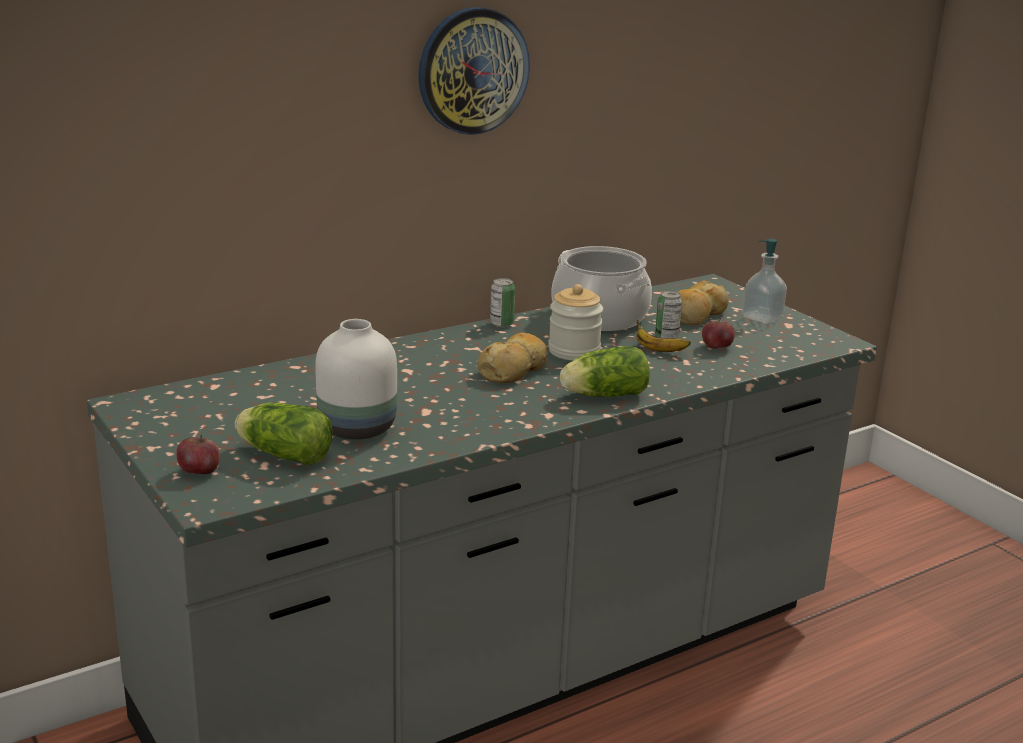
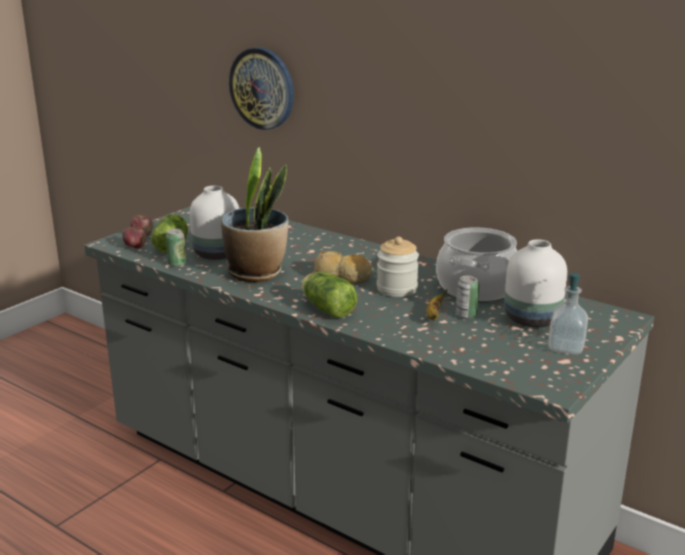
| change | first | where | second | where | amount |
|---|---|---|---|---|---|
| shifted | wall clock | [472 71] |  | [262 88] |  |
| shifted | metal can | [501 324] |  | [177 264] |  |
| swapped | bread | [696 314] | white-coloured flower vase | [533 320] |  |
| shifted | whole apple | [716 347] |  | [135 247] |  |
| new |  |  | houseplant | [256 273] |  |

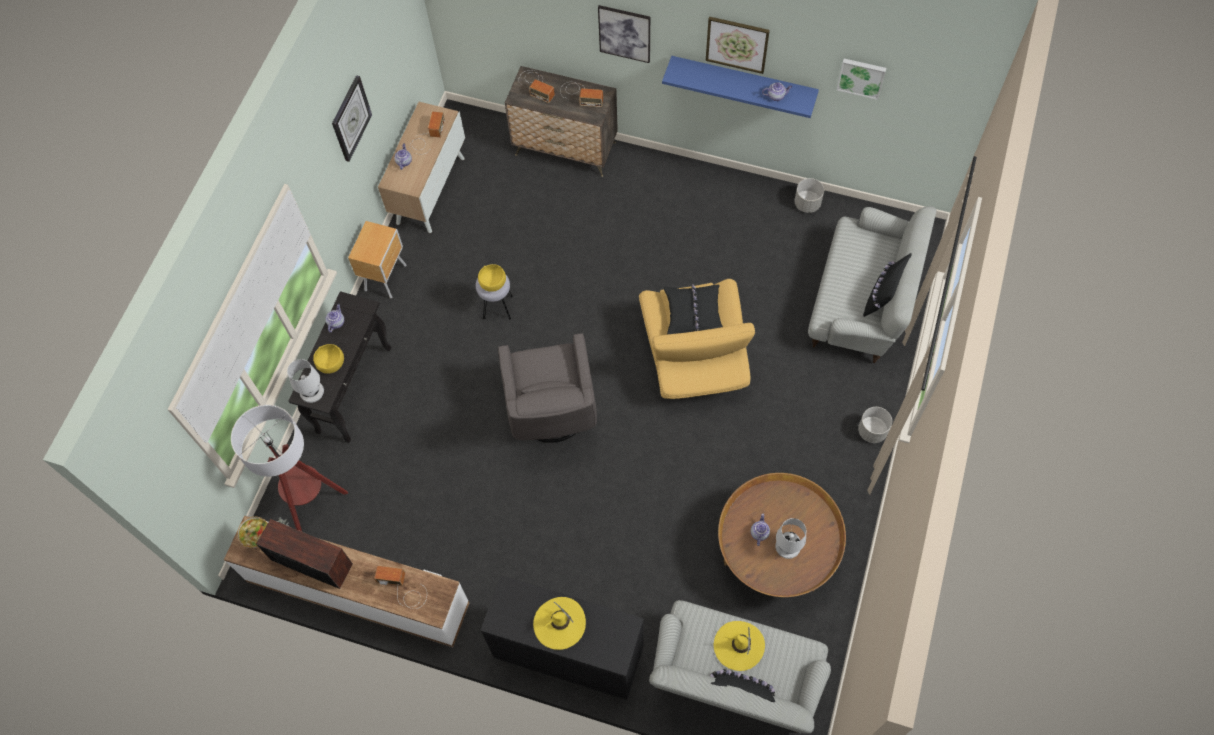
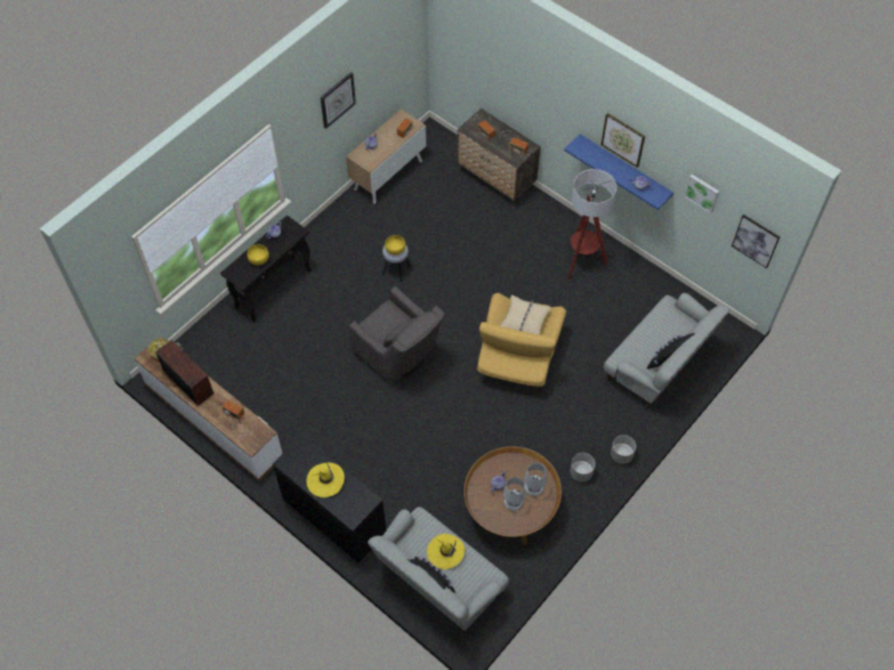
| change | first | where | second | where | amount |
|---|---|---|---|---|---|
| shifted | standard lamp | [312 502] |  | [581 262] |  |
| shifted | white-coloured table lamp | [312 391] |  | [534 487] |  |
| gone | brownish bedside table | [386 277] |  |  |  |
| rotated | grey easy chair | [552 413] |  | [399 355] | 60 degrees counterclockwise |
| shifted | picture | [624 33] |  | [755 241] |  |
| repainted | black-coloured cushion | [693 314] | beige cushion | [524 321] |  |
| shifted | grey flower pot | [807 203] |  | [581 472] |  |

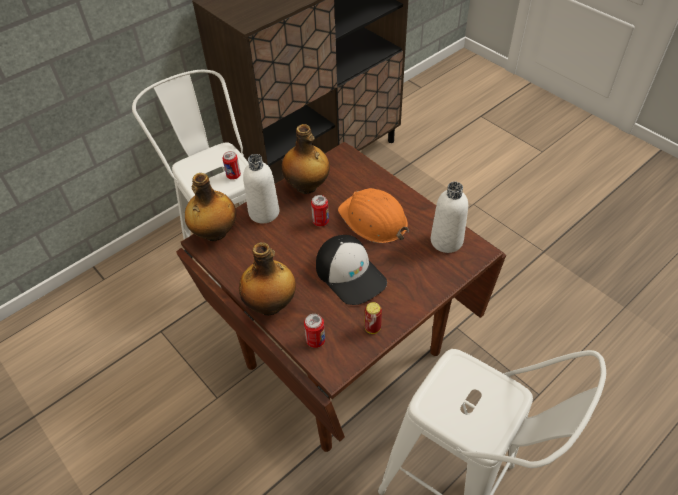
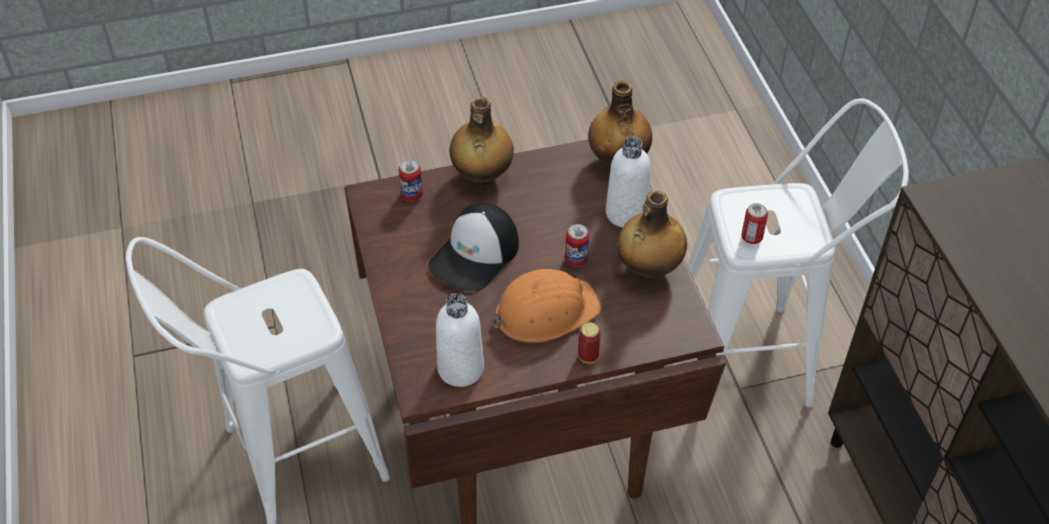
| change | first | where | second | where | amount |
|---|---|---|---|---|---|
| rotated | baseball cap | [350 274] |  | [475 255] | 45 degrees counterclockwise |
| shifted | metal can | [372 328] |  | [588 356] |  |

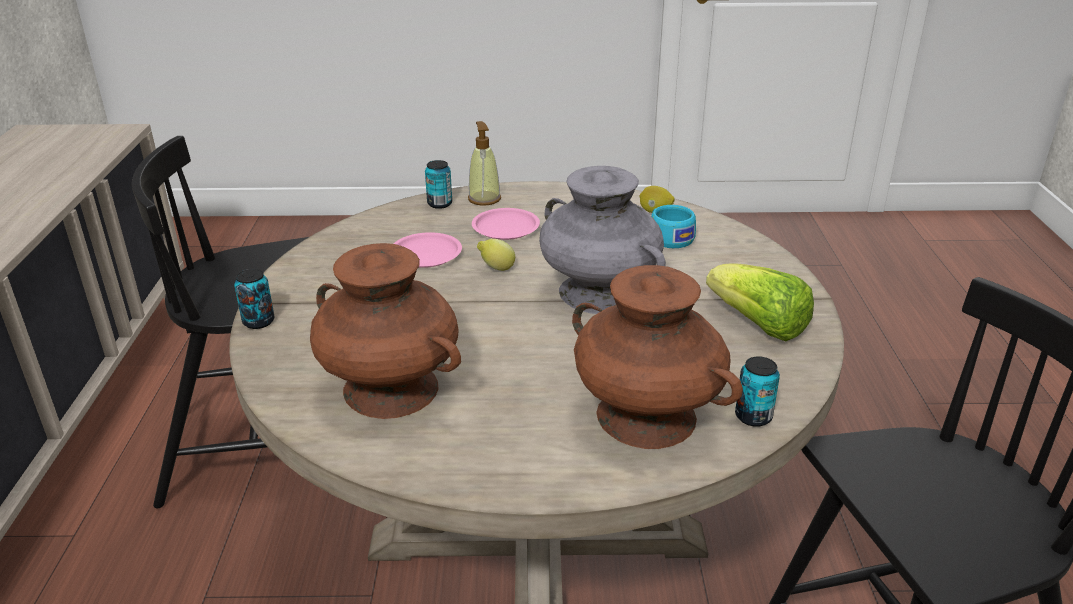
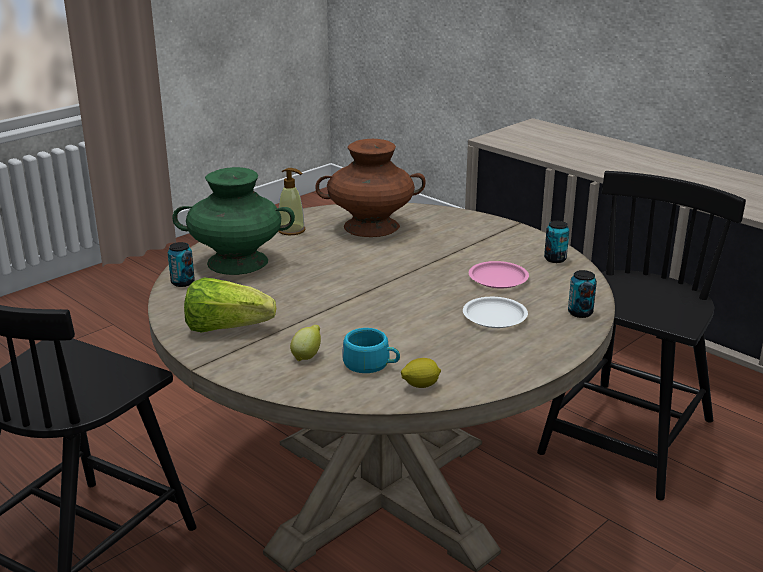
| change | first | where | second | where | amount |
|---|---|---|---|---|---|
| shifted | metal can | [258 321] |  | [555 259] |  |
| shifted | soap bottle | [484 199] |  | [291 230] |  |
| repainted | pink-coloured flat dish | [505 228] | white-coloured flat dish | [495 316] |  |
| shifted | lemon | [496 269] |  | [307 356] |  |
| gone | grey flower vase | [599 293] |  |  |  |
| repainted | brownish flower vase | [647 417] | green-coloured flower vase | [237 262] |  |

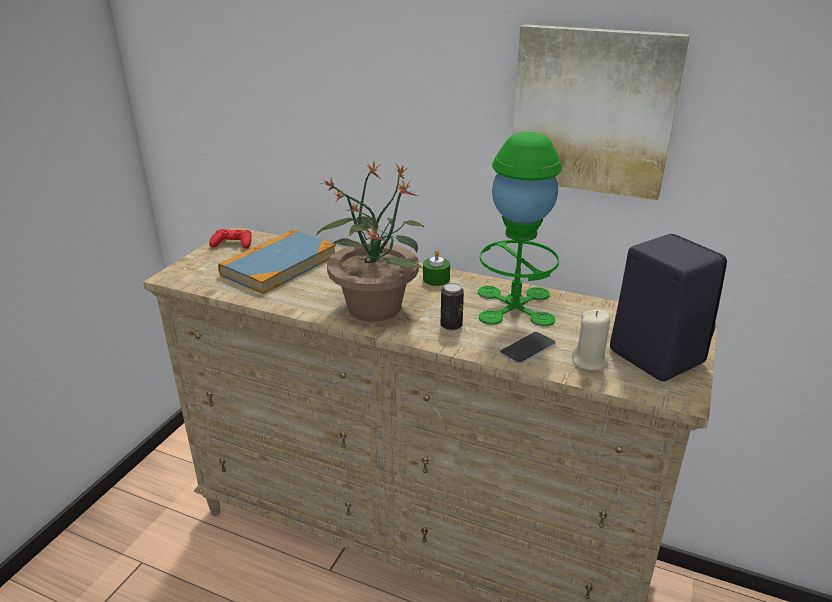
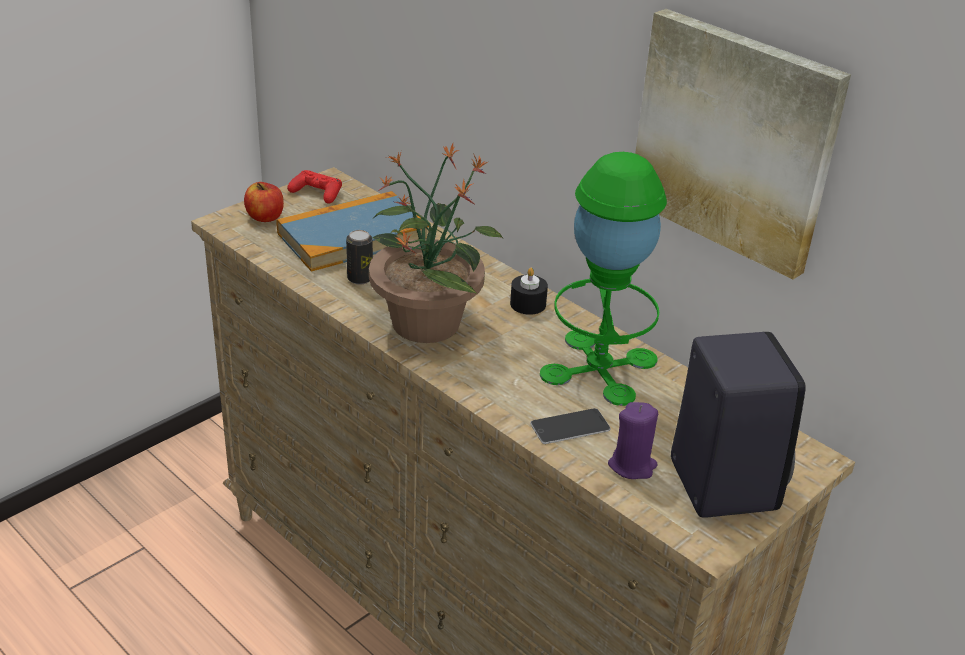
| change | first | where | second | where | amount |
|---|---|---|---|---|---|
| repainted | green-coloured wax light | [436 279] | black-coloured wax light | [528 304] |  |
| shifted | metal can | [451 325] |  | [360 278] |  |
| repainted | beige wax light | [589 361] | purplish wax light | [632 466] |  |
| new |  |  | whole apple | [265 217] |  |

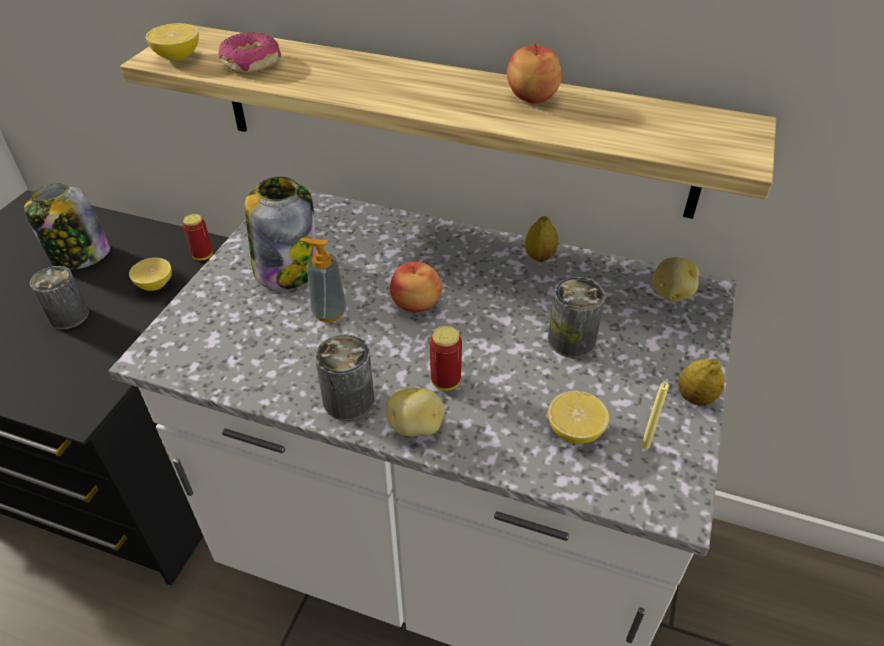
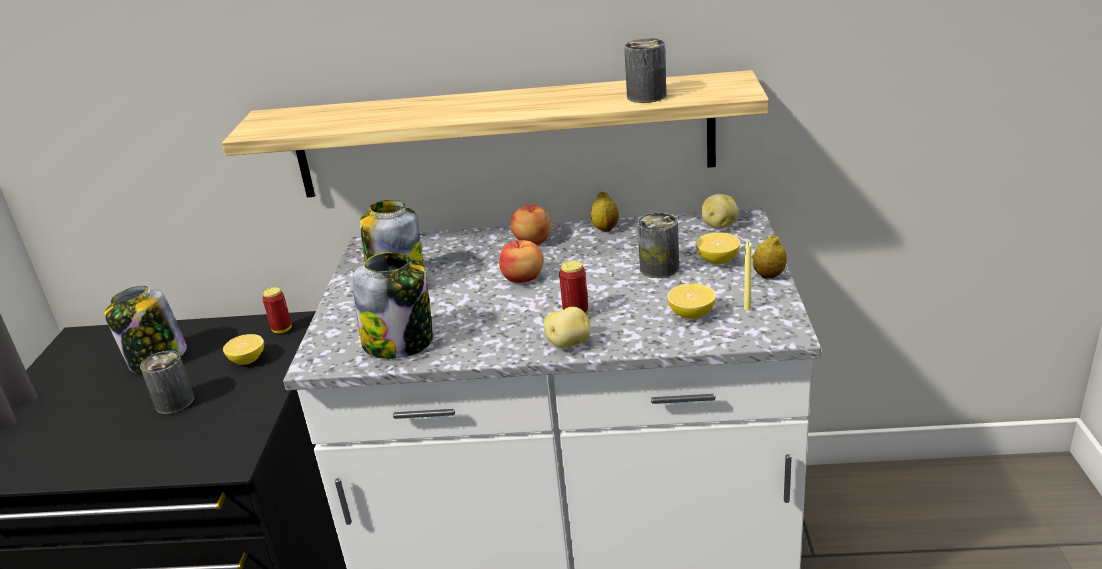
| change | first | where | second | where | amount |
|---|---|---|---|---|---|
| shifted | lemon | [178 57] |  | [718 260] |  |
| gone | ring doughnut | [252 63] |  |  |  |
| gone | soap bottle | [329 312] |  |  |  |
| shifted | metal can | [348 400] |  | [646 96] |  |
| shifted | whole apple | [531 97] |  | [532 241] |  |
| new |  |  | storage jar | [400 342] |  |

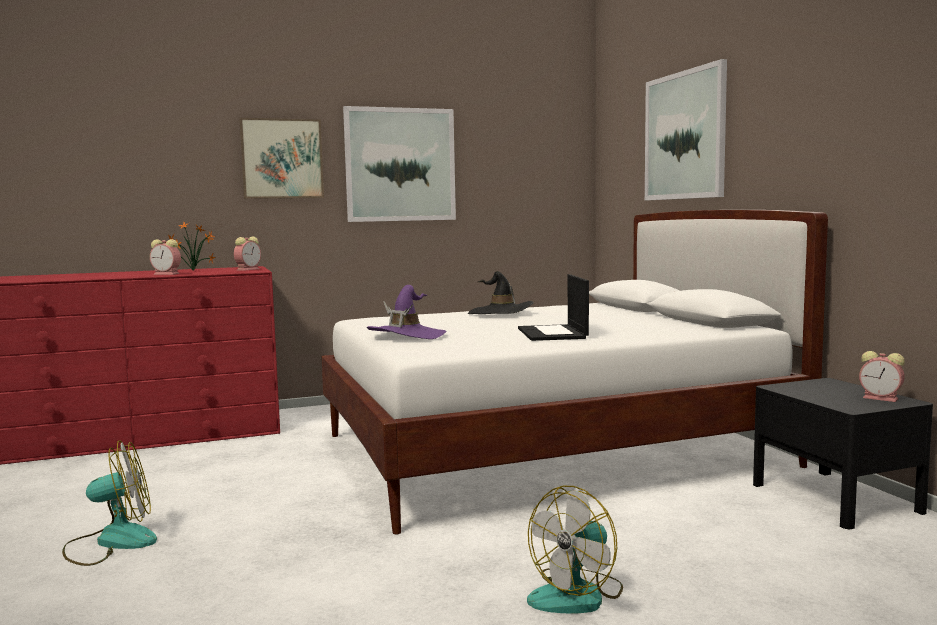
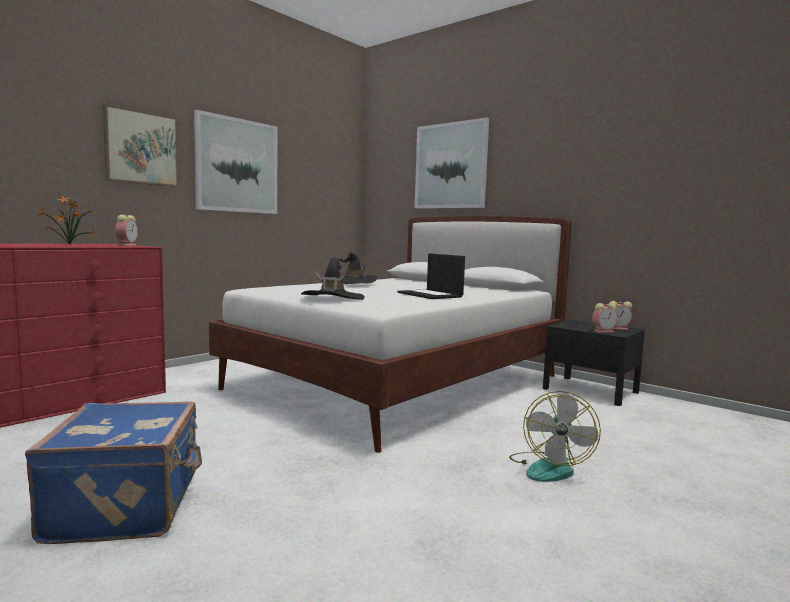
| change | first | where | second | where | amount |
|---|---|---|---|---|---|
| swapped | electric fan | [111 542] | blue piece of luggage | [128 506] |  |
| shifted | bedside clock | [167 274] |  | [604 331] |  |
| repainted | purplish clothing hat | [407 335] | black-coloured clothing hat | [332 298] |  |

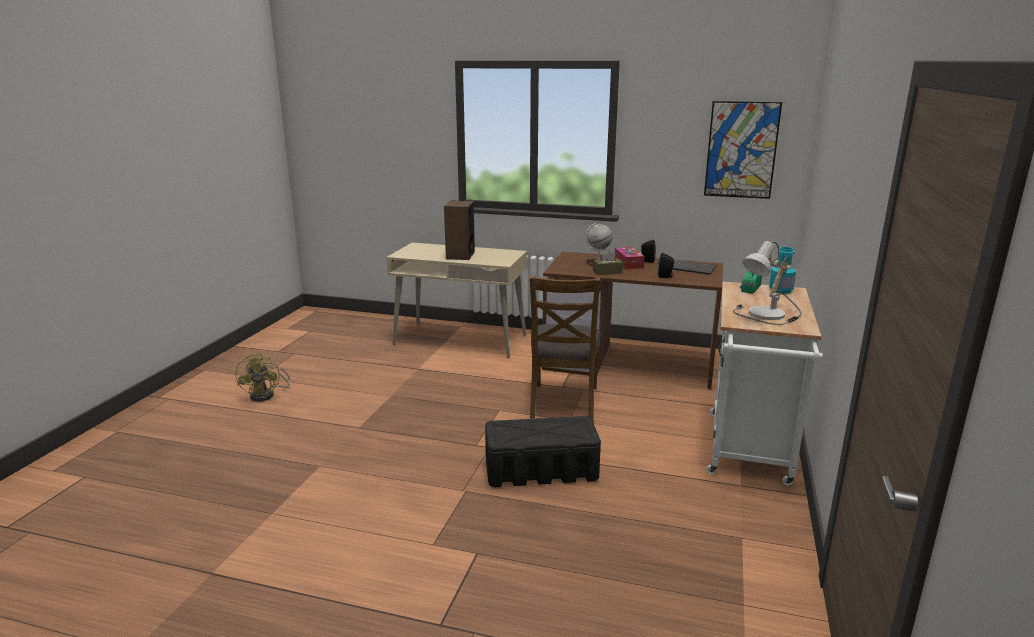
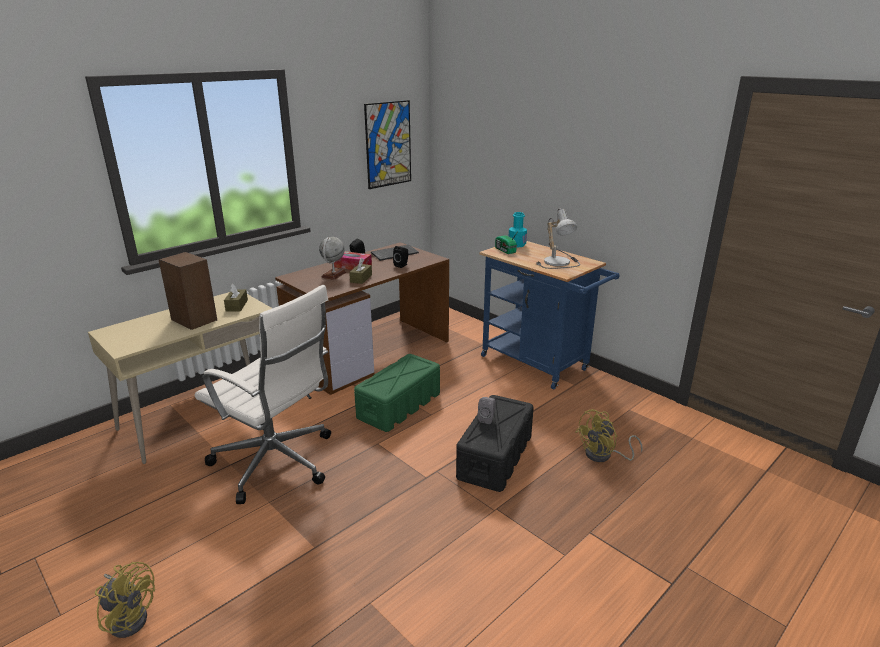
| change | first | where | second | where | amount |
|---|---|---|---|---|---|
| swapped | brownish upright chair | [563 402] | green-coloured storage container | [399 406] |  |
| repainted | white-coloured cart | [749 452] | blue cart | [539 365] |  |
| new |  |  | white-coloured office chair | [276 463] |  |
| new |  |  | brownish box of tissues | [237 305] |  |
| new |  |  | grey speaker | [487 419] |  |
| new |  |  | yellow-coloured electric fan | [604 456] |  |

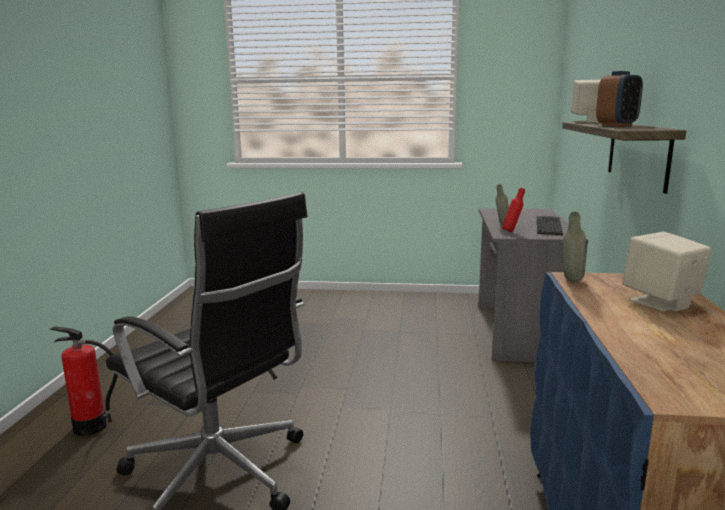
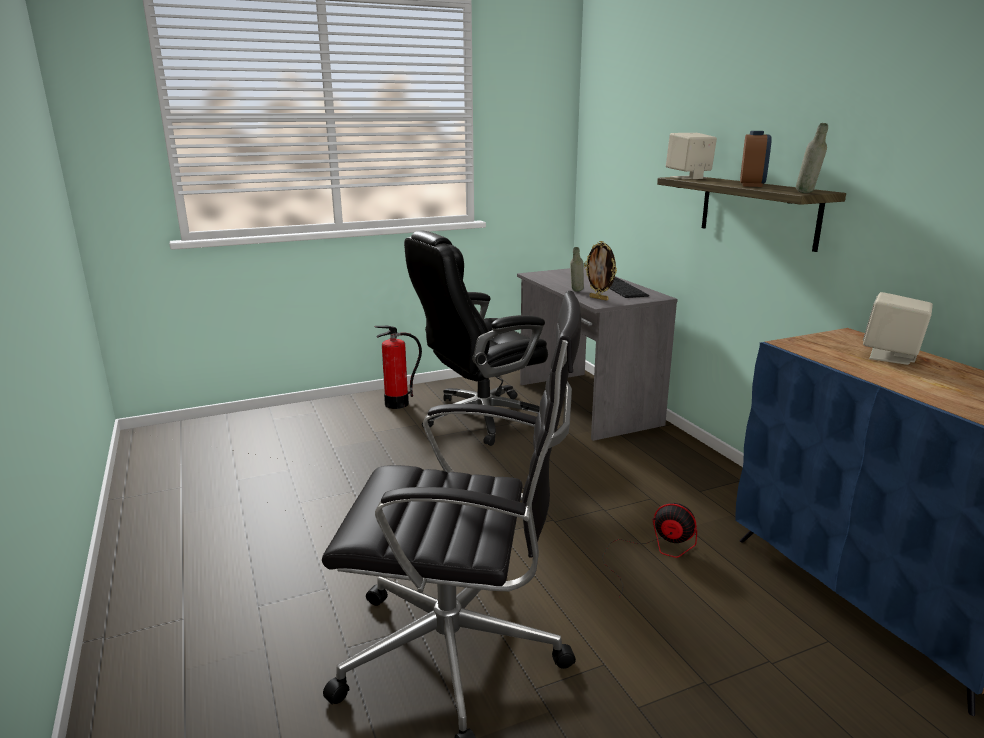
| change | first | where | second | where | amount |
|---|---|---|---|---|---|
| shifted | fire-fighting cylinder | [90 427] |  | [397 404] |  |
| swapped | reddish drink bottle | [512 231] | photo frame | [599 298] |  |
| shifted | grey drink bottle | [571 282] |  | [807 193] |  |
| new |  |  | black-coloured office chair | [480 418] |  |
| new |  |  | electric fan | [653 552] |  |

